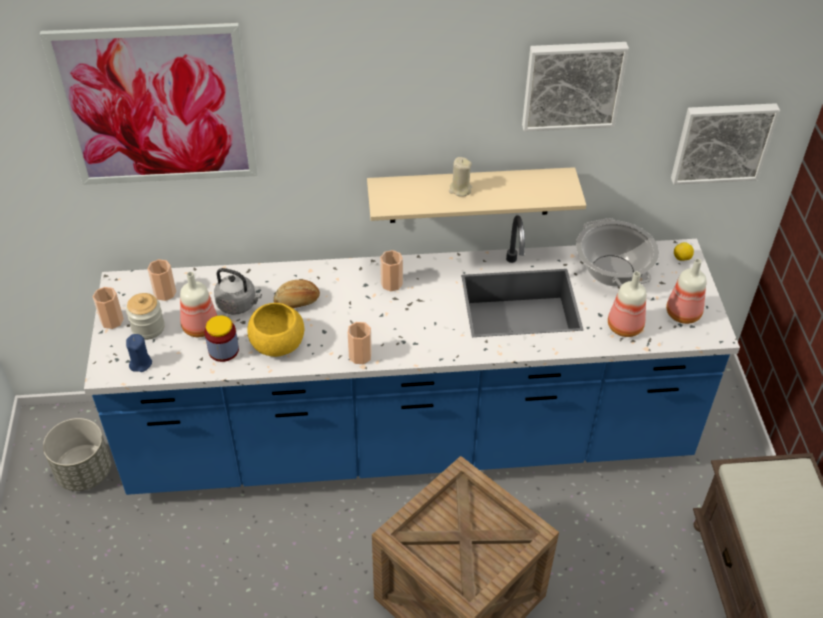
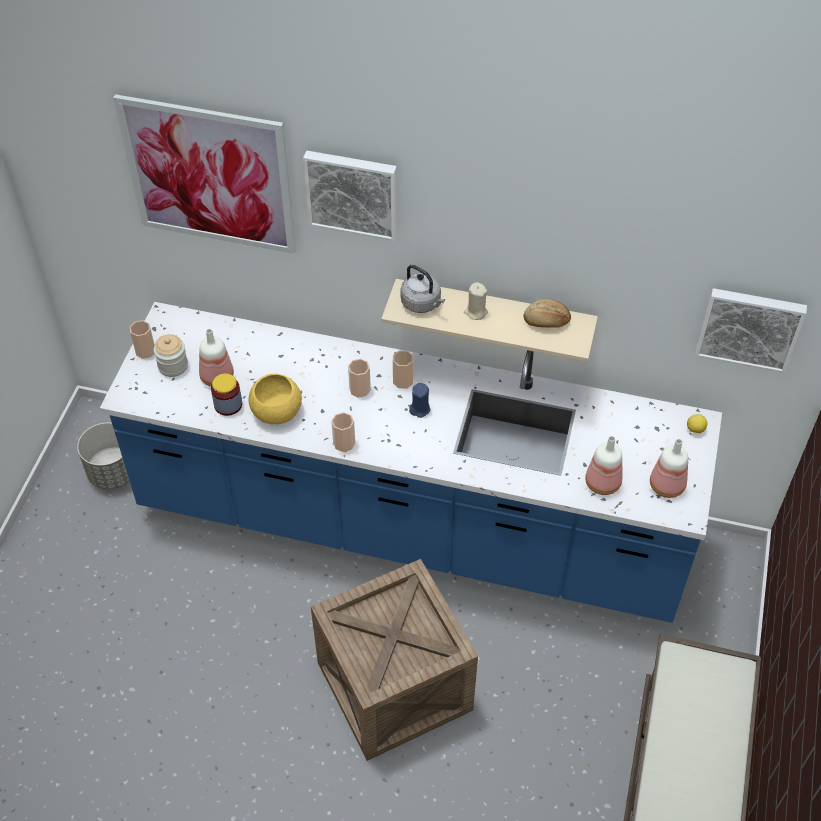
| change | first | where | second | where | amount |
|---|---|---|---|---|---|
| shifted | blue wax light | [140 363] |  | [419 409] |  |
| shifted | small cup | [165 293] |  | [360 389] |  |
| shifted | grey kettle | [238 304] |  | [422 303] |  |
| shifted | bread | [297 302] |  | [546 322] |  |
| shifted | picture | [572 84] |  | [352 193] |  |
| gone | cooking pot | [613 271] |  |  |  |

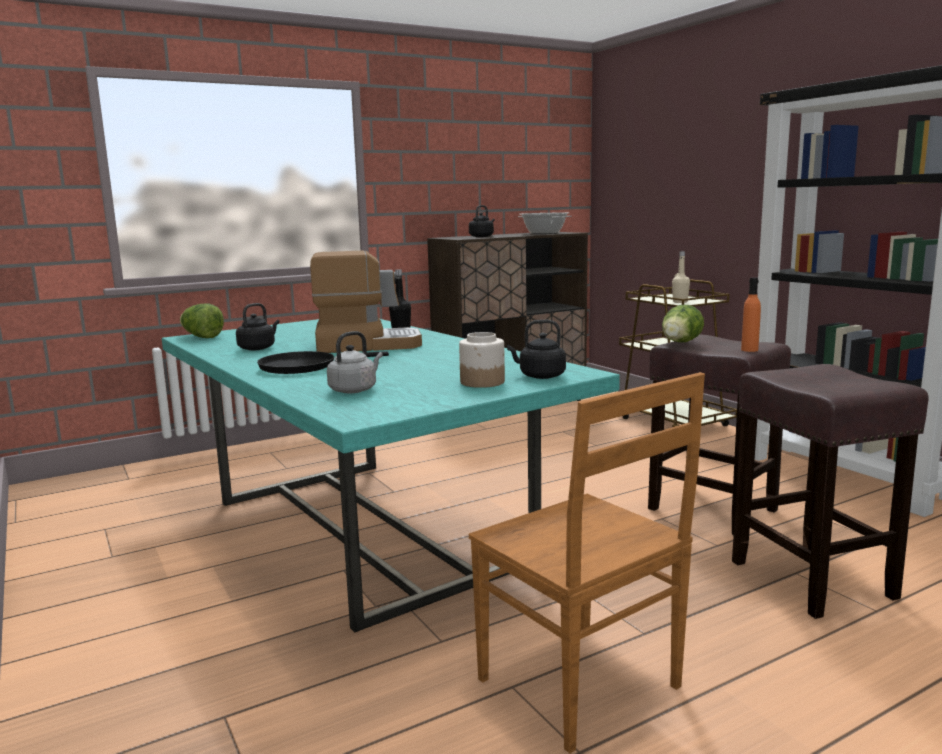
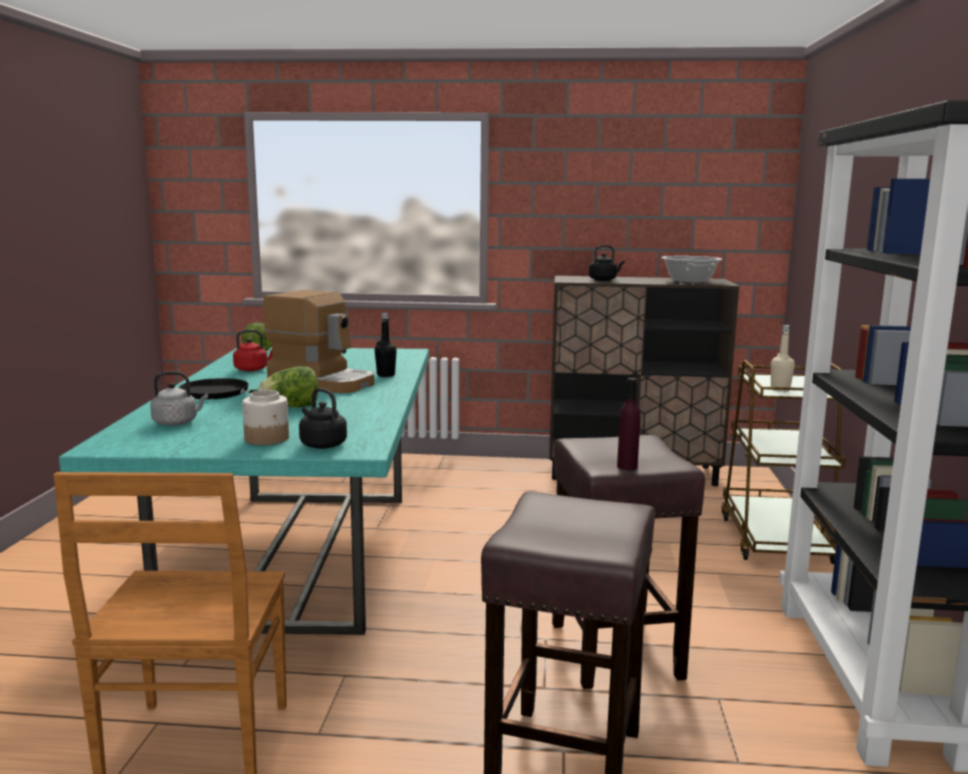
| change | first | where | second | where | amount |
|---|---|---|---|---|---|
| repainted | black-coloured kettle | [258 348] | reddish kettle | [253 369] |  |
| shifted | lettuce | [680 343] |  | [292 407] |  |
| repainted | orangey drink bottle | [749 350] | purplish drink bottle | [627 466] |  |

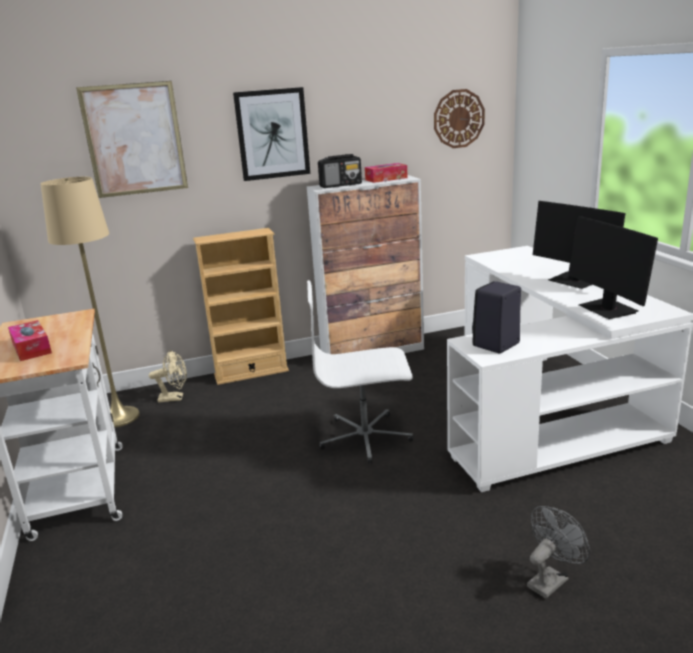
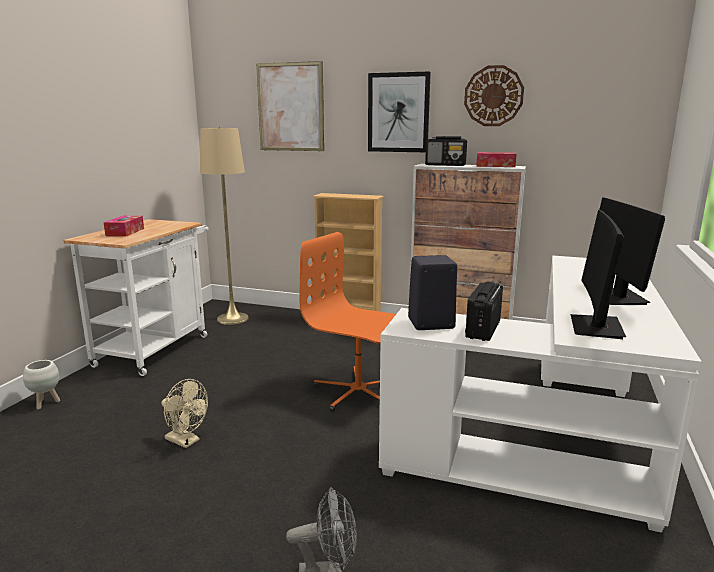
| change | first | where | second | where | amount |
|---|---|---|---|---|---|
| shifted | beige electric fan | [175 398] |  | [186 441] |  |
| repainted | white-coloured office chair | [365 437] | orangey office chair | [358 392] |  |
| shifted | wall clock | [458 118] |  | [493 96] |  |
| new |  |  | white-coloured flower pot | [46 403] |  |
| new |  |  | radio receiver | [483 329] |  |

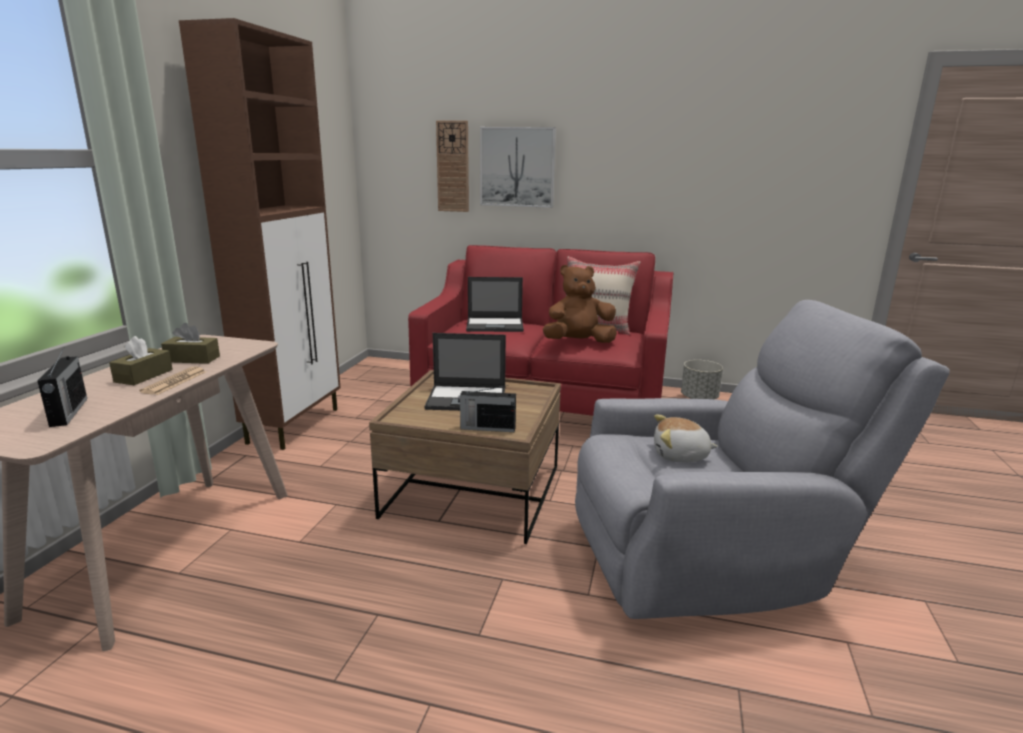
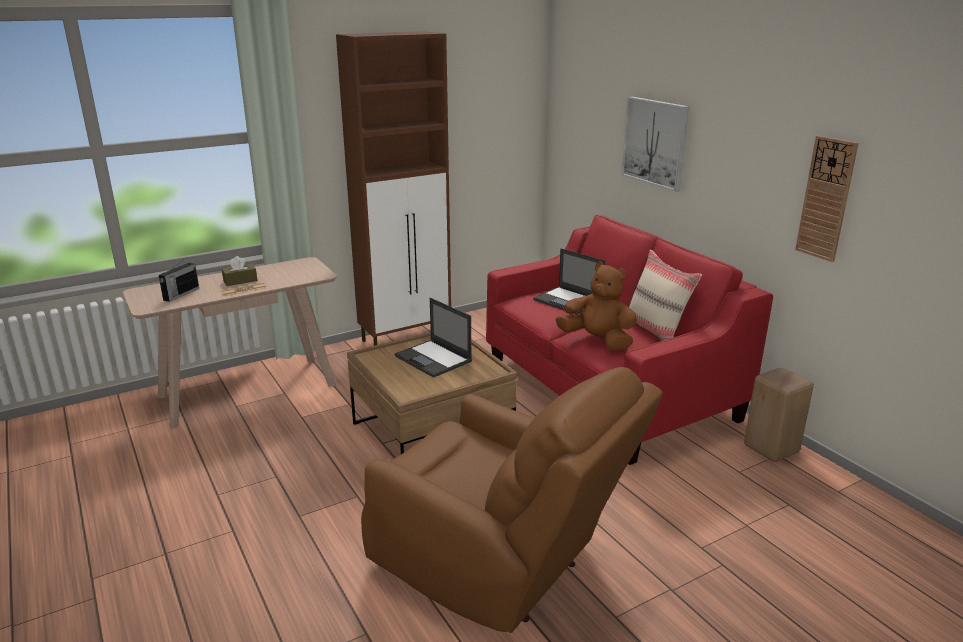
| change | first | where | second | where | amount |
|---|---|---|---|---|---|
| gone | brownish box of tissues | [192 359] |  |  |  |
| shifted | wall clock | [453 166] |  | [826 199] |  |
| gone | radio receiver | [486 428] |  |  |  |
| repainted | grey easy chair | [712 558] | brownish easy chair | [499 566] |  |
| gone | plush toy | [680 456] |  |  |  |
| swapped | grey flower pot | [699 398] | beige stool | [773 449] |  |

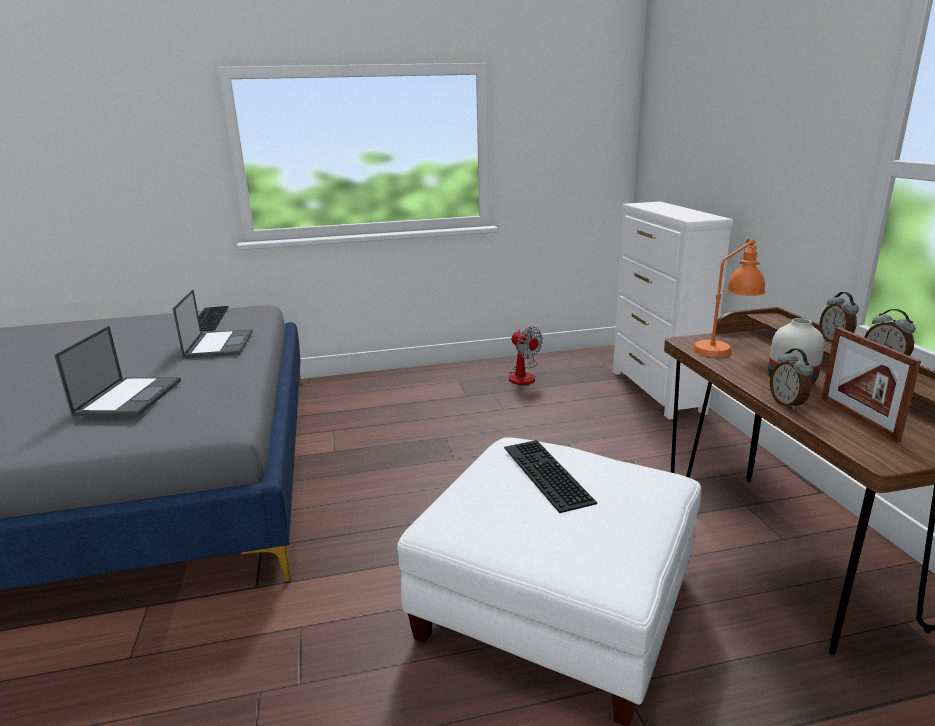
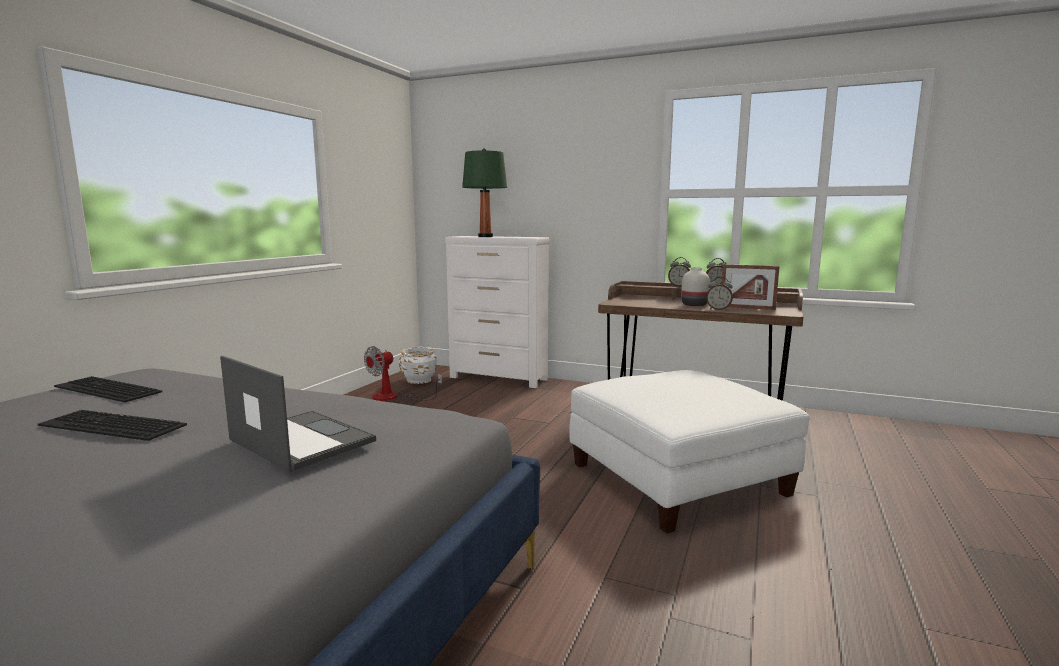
| change | first | where | second | where | amount |
|---|---|---|---|---|---|
| gone | laptop | [219 344] |  |  |  |
| shifted | computer keyboard | [544 473] |  | [108 426] |  |
| rotated | electric fan | [523 375] |  | [394 397] | 135 degrees clockwise |
| gone | orangey table lamp | [724 348] |  |  |  |
| new |  |  | white-coloured flower pot | [419 380] |  |
| new |  |  | green-coloured table lamp | [485 236] |  |

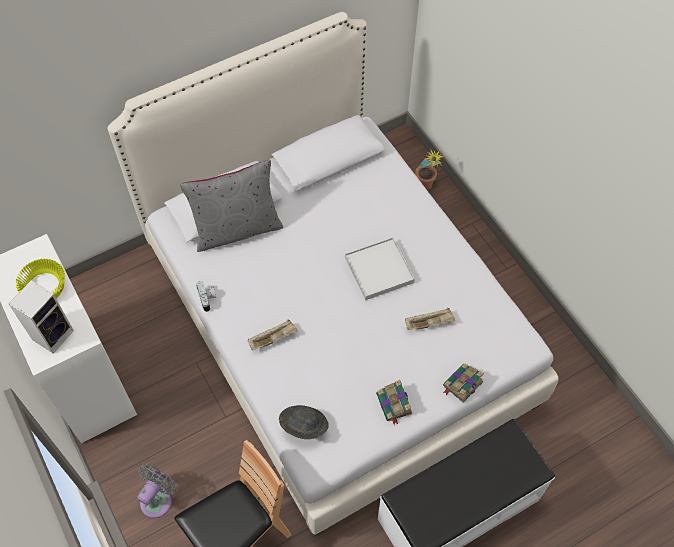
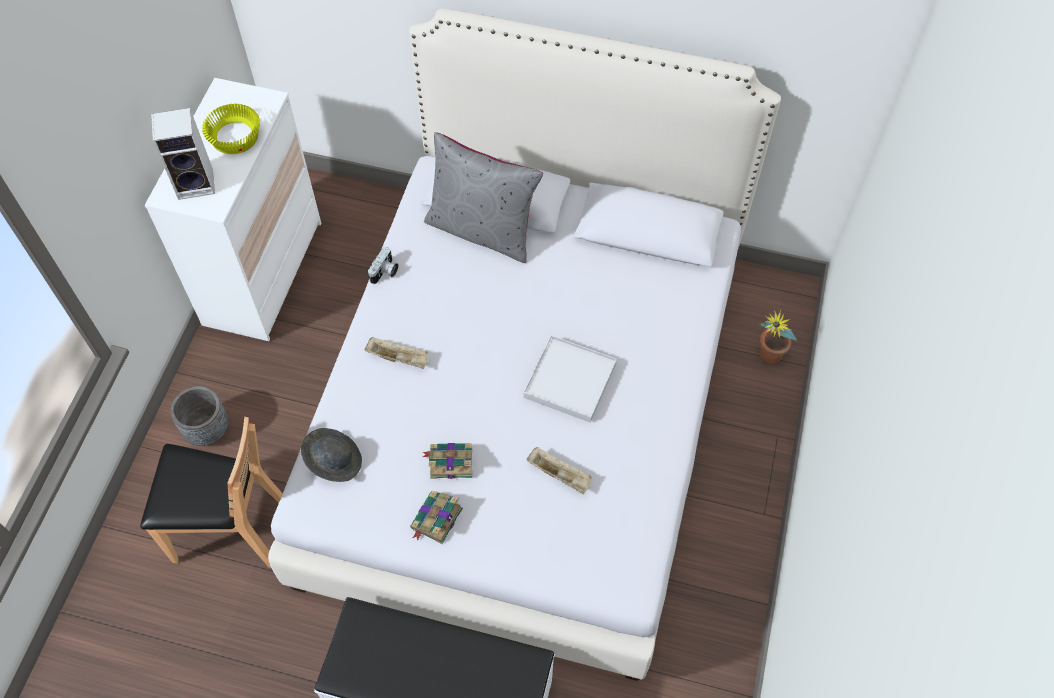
| change | first | where | second | where | amount |
|---|---|---|---|---|---|
| swapped | grey electric fan | [158 499] | grey flower pot | [207 430] |  |
| shifted | book | [462 384] |  | [450 462] |  |

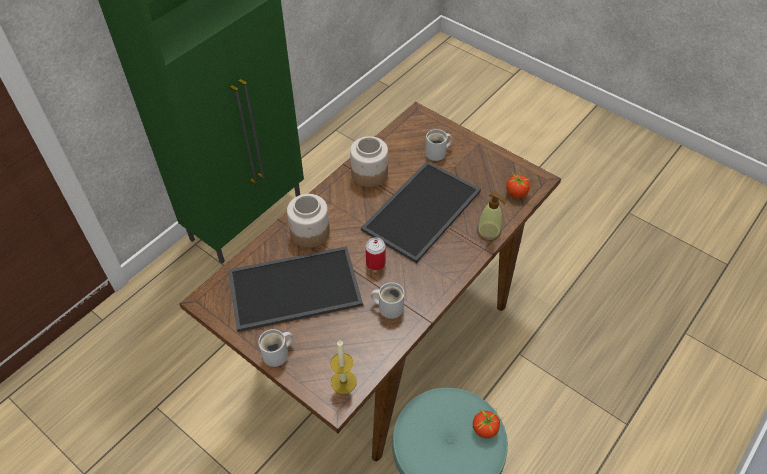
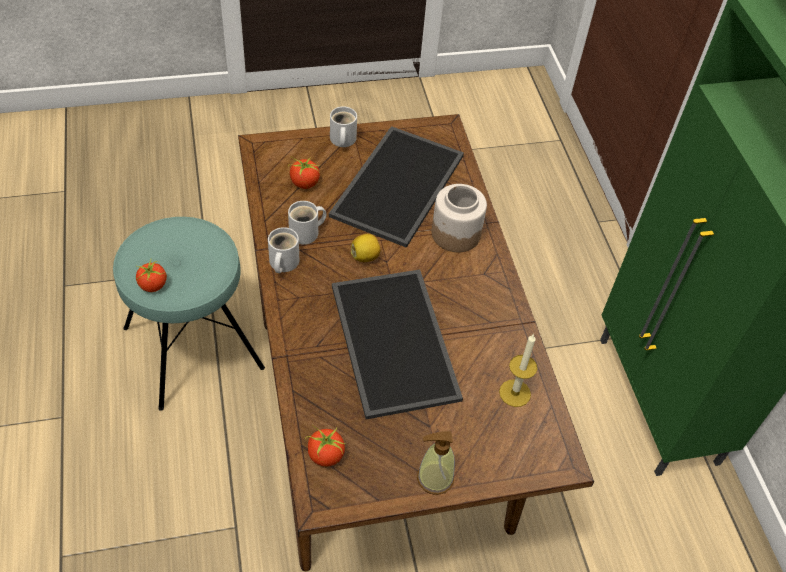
| change | first | where | second | where | amount |
|---|---|---|---|---|---|
| shifted | wax light | [343 382] |  | [515 393] |  |
| gone | storage jar | [369 174] |  |  |  |
| swapped | metal can | [375 263] | lemon | [365 256] |  |
| shifted | white-coloured tea mug | [437 153] |  | [282 263] |  |
| shifted | soap bottle | [488 232] |  | [434 478] |  |
| new |  |  | tomato | [304 183] |  |

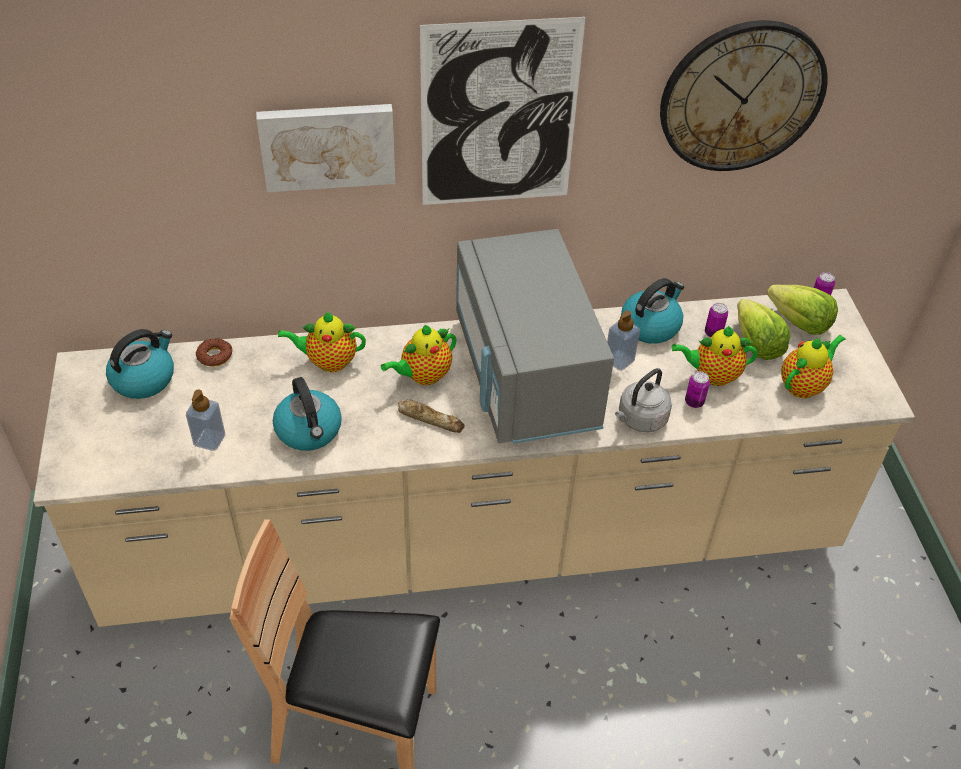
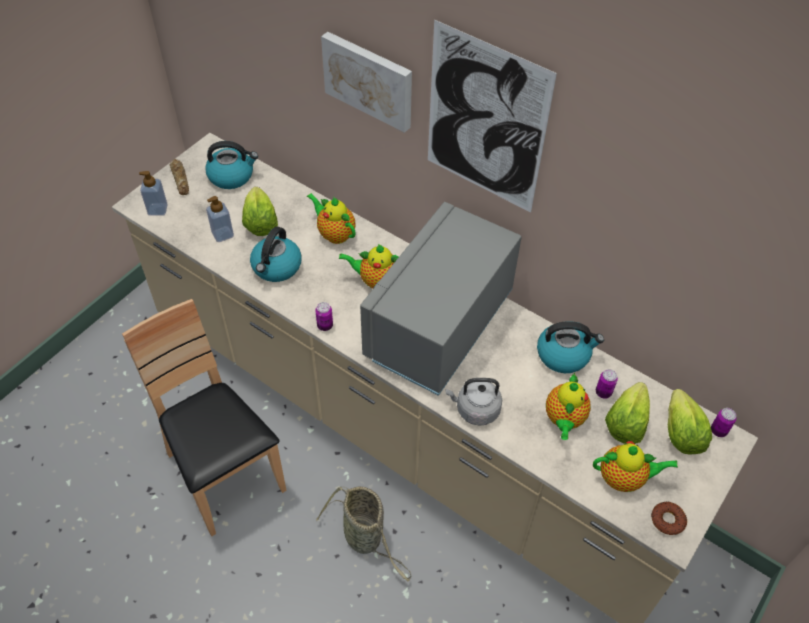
| change | first | where | second | where | amount |
|---|---|---|---|---|---|
| shifted | ring doughnut | [214 356] |  | [667 520] |  |
| shifted | bread | [430 419] |  | [180 179] |  |
| shifted | soap bottle | [619 360] |  | [157 209] |  |
| gone | wall clock | [741 97] |  |  |  |
| rotated | tea pot | [712 375] |  | [564 420] | 120 degrees counterclockwise |
| shifted | metal can | [694 402] |  | [325 325] |  |
| new |  |  | lettuce | [260 223] |  |
| new |  |  | household basket | [365 538] |  |

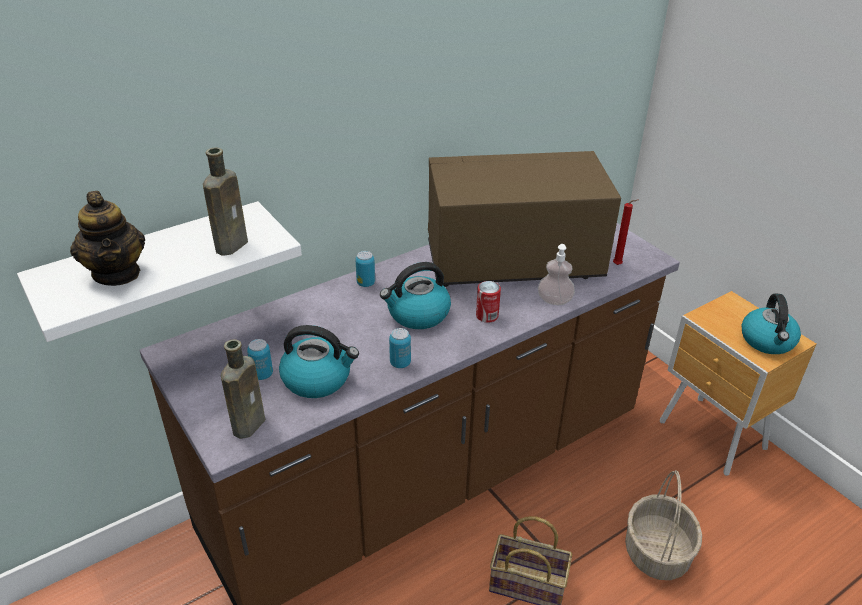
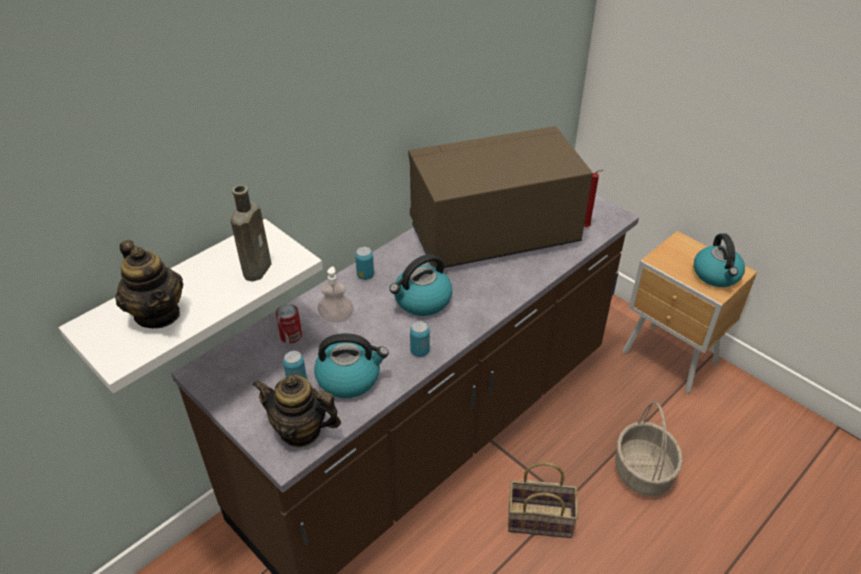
| change | first | where | second | where | amount |
|---|---|---|---|---|---|
| swapped | brownish drink bottle | [250 423] | tea pot | [301 430] |  |
| shifted | metal can | [487 316] |  | [291 336] |  |
| shifted | soap bottle | [554 300] |  | [336 317] |  |

